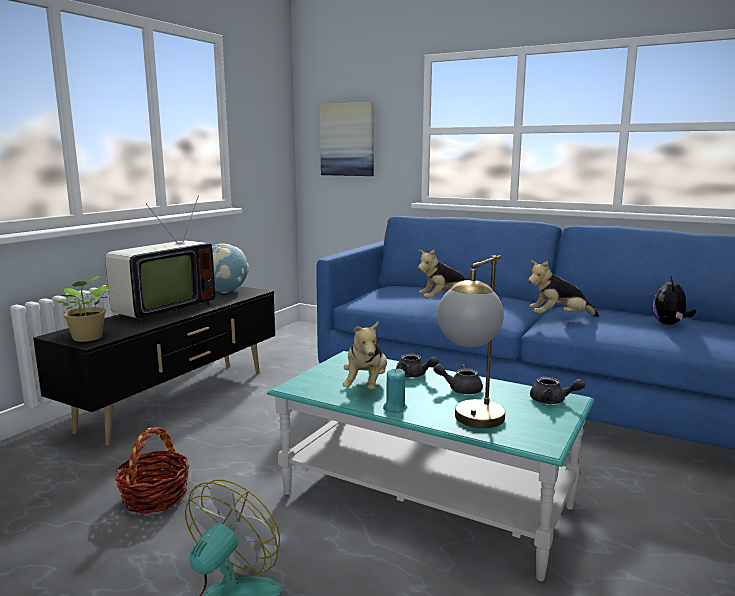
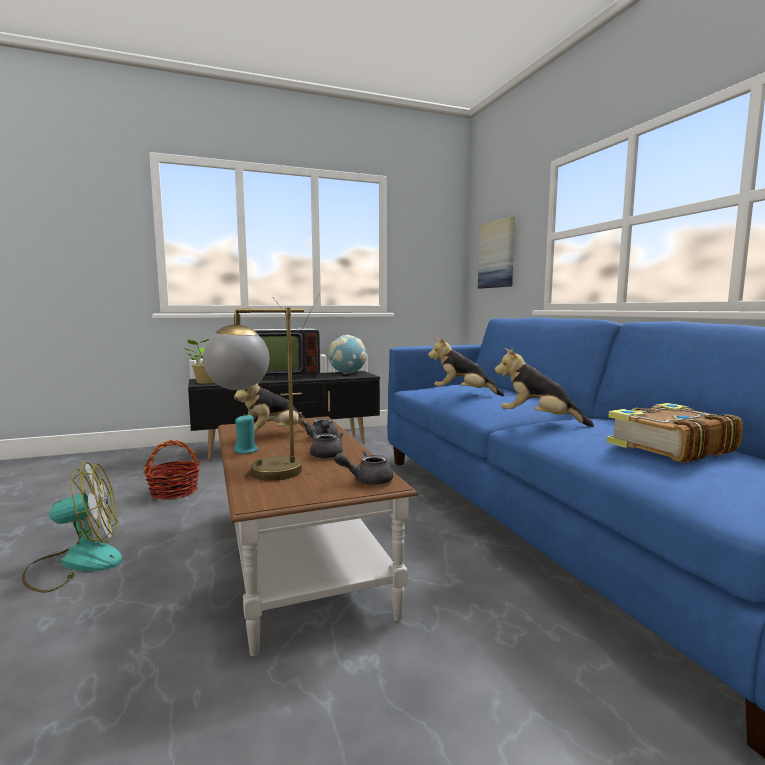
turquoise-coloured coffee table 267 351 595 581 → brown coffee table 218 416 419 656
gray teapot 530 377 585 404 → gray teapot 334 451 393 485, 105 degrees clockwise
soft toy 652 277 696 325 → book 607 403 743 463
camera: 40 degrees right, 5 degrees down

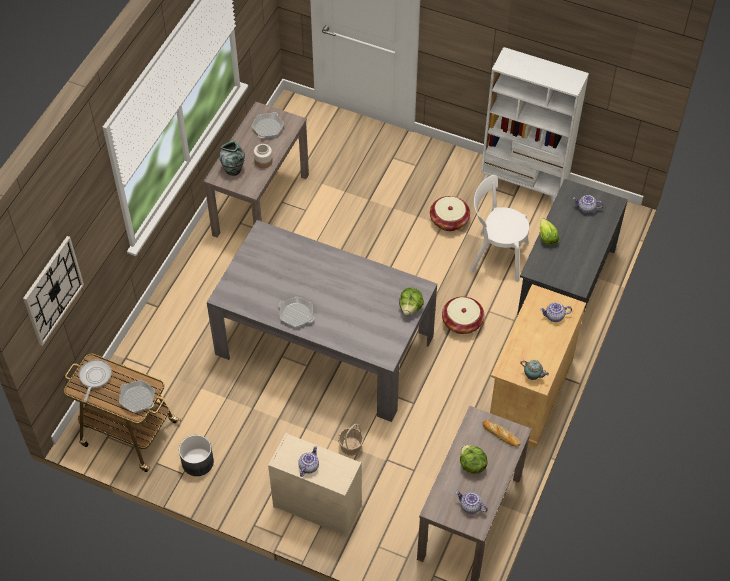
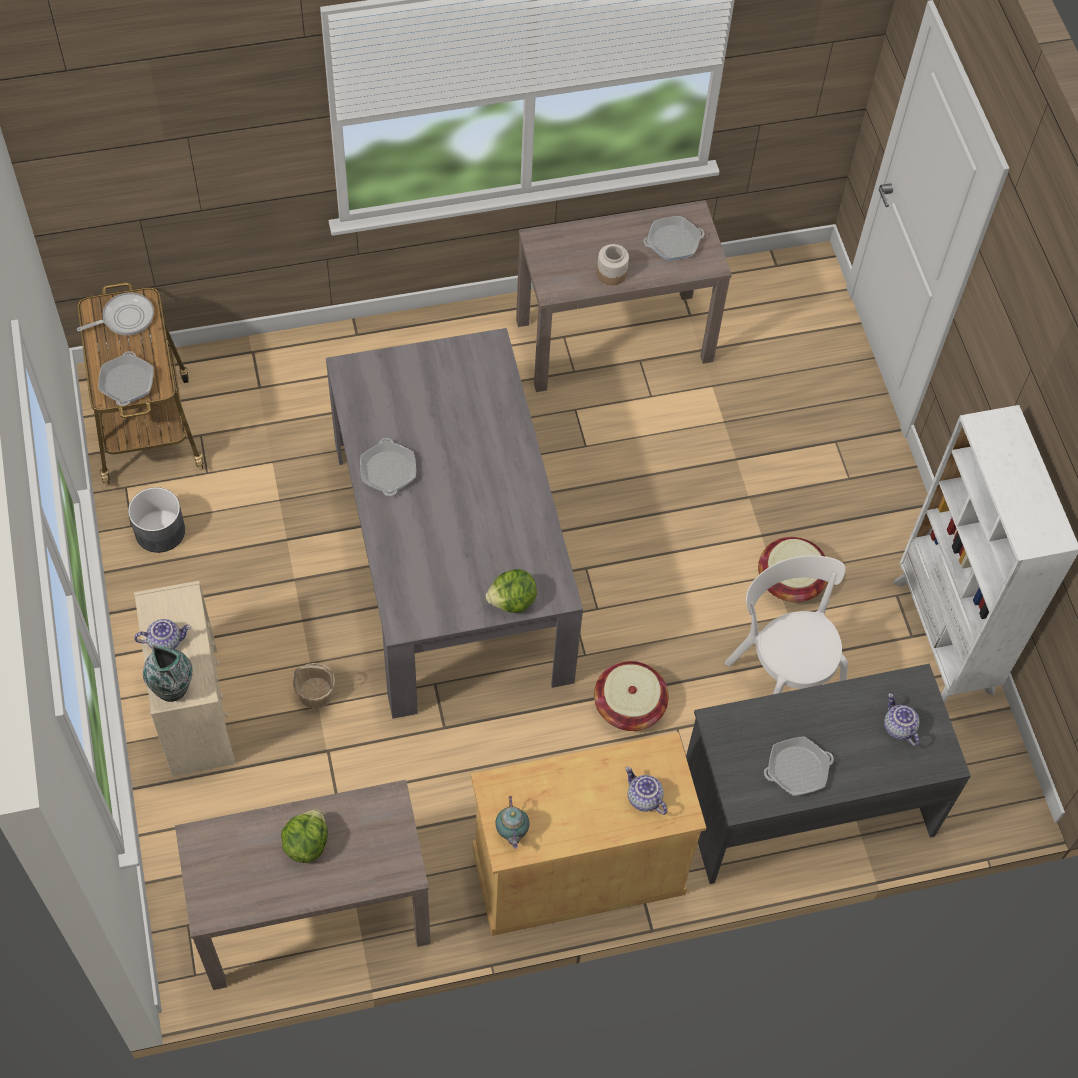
hanging clock 23 236 84 346 → -
decorative vase 219 140 245 176 → decorative vase 143 645 193 702, shifted
teapot 456 491 488 514 → -
bread 483 420 521 446 → -
lettuce head 540 219 559 245 → -
- → skillet 764 736 834 796
camera: 50 degrees right, 5 degrees up

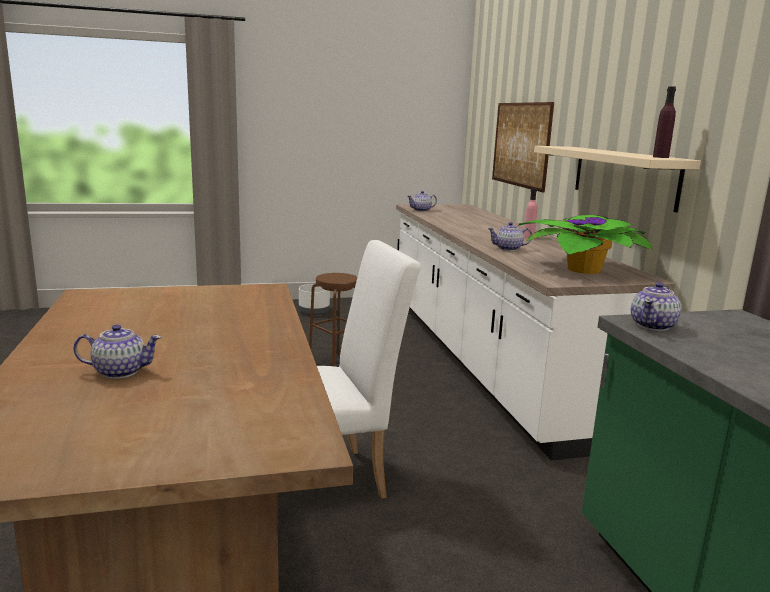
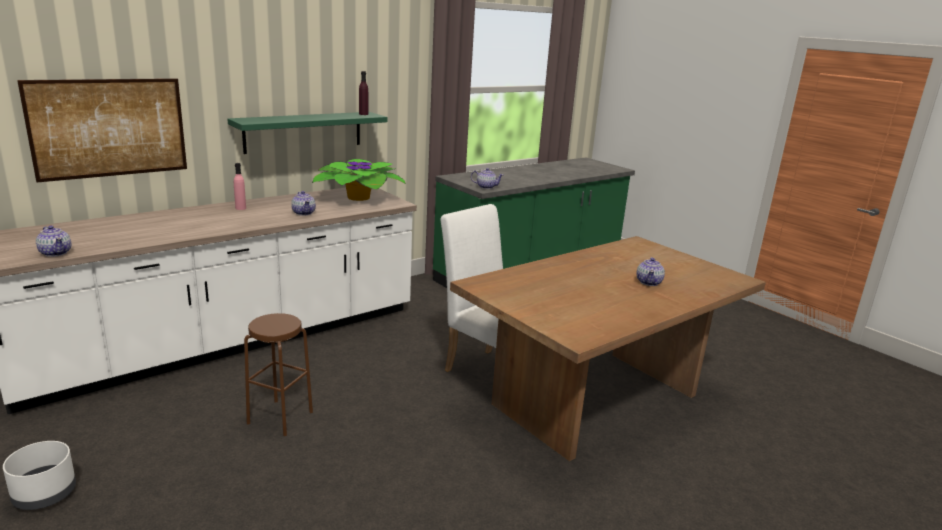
teapot 73 325 162 379 → teapot 636 257 665 286, 135 degrees counterclockwise
sand-coloured bracket shelf 534 146 701 213 → green bracket shelf 228 112 387 154
camera: 115 degrees left, 5 degrees up

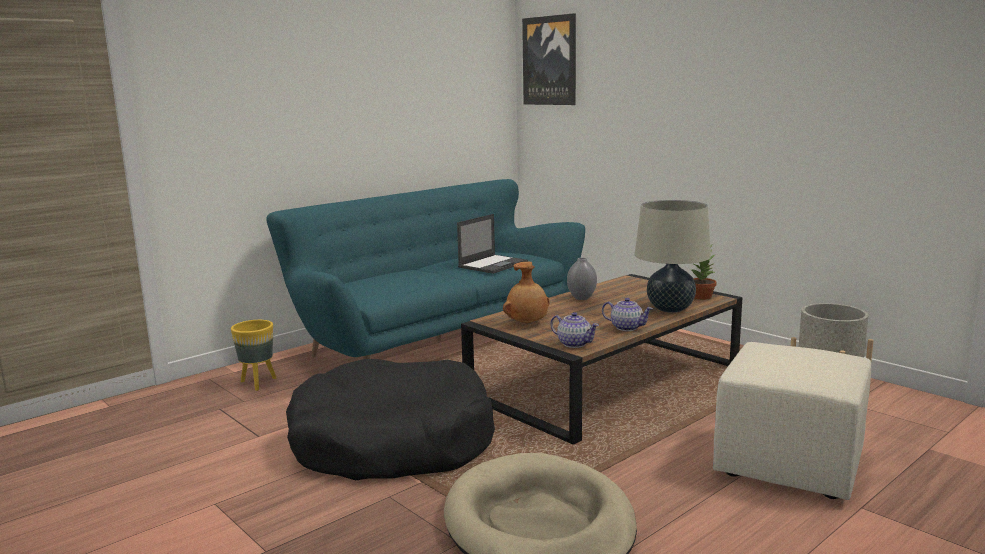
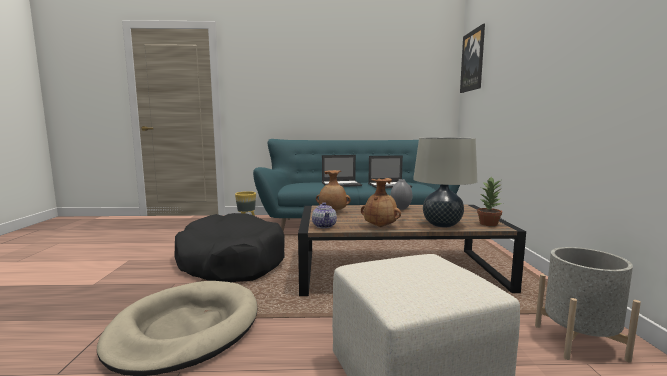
teapot 602 298 653 331 → brown decorative vase 361 178 401 227
- → notebook computer 322 155 362 187
camera: 40 degrees right, 5 degrees down

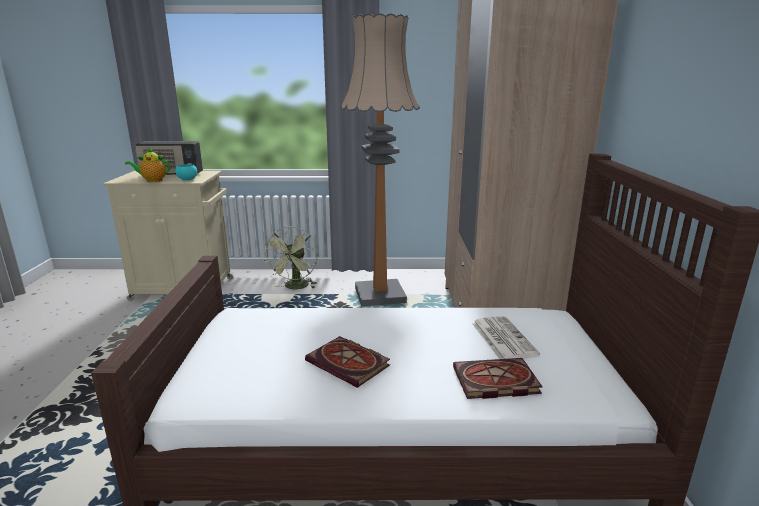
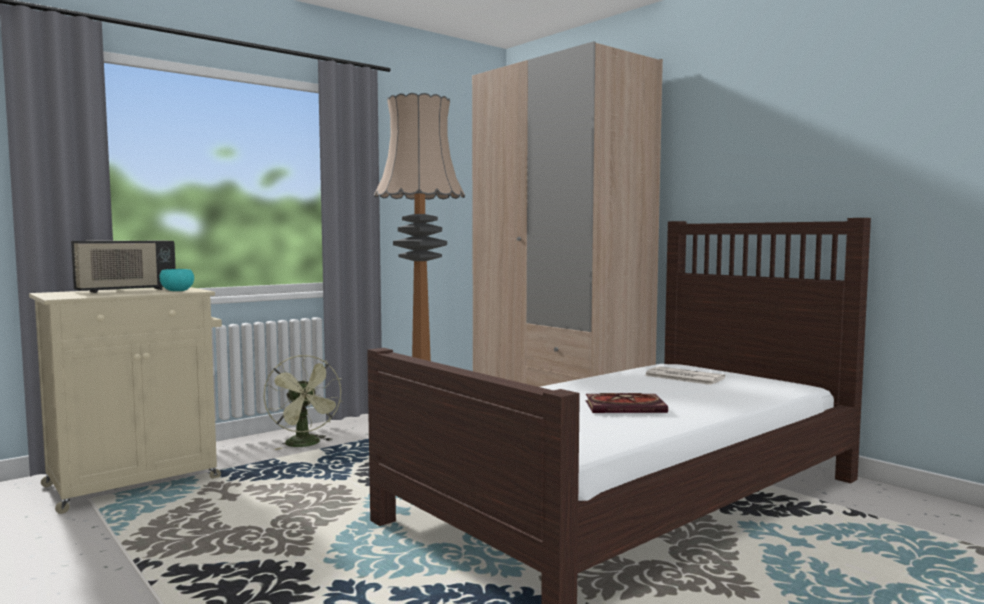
teapot 125 148 170 182 → -
book 453 358 542 399 → -
camera: 40 degrees left, 15 degrees down

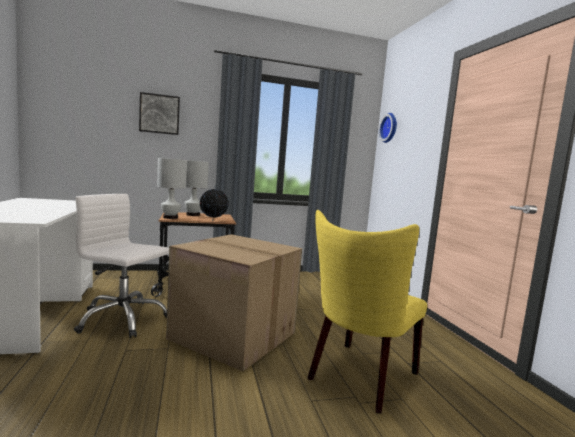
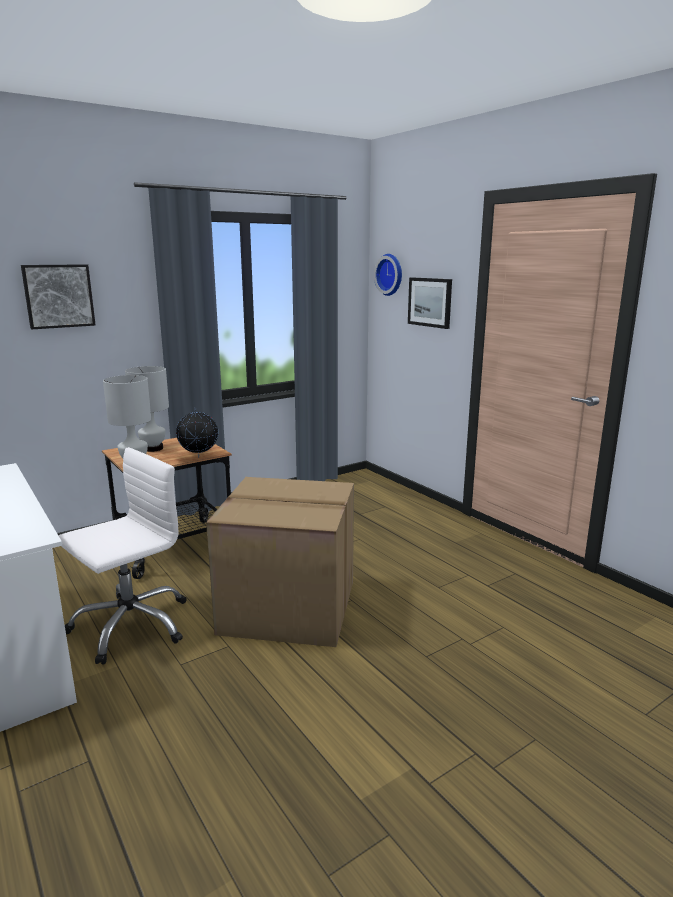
white-coloured office chair 74 194 169 338 → white-coloured office chair 58 447 187 665, 135 degrees clockwise
yellow-coloured upright chair 308 210 427 414 → -
- → wall picture 408 277 452 329
camera: 20 degrees left, 10 degrees up

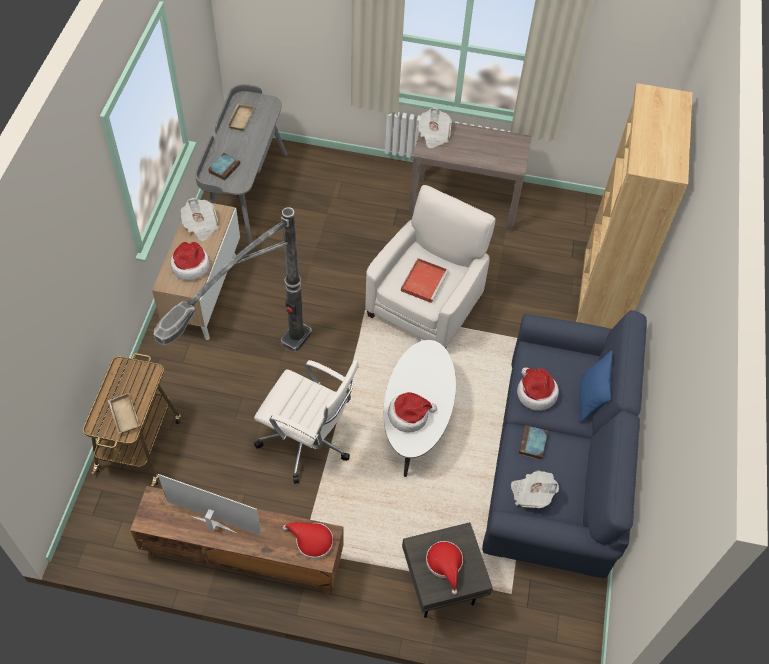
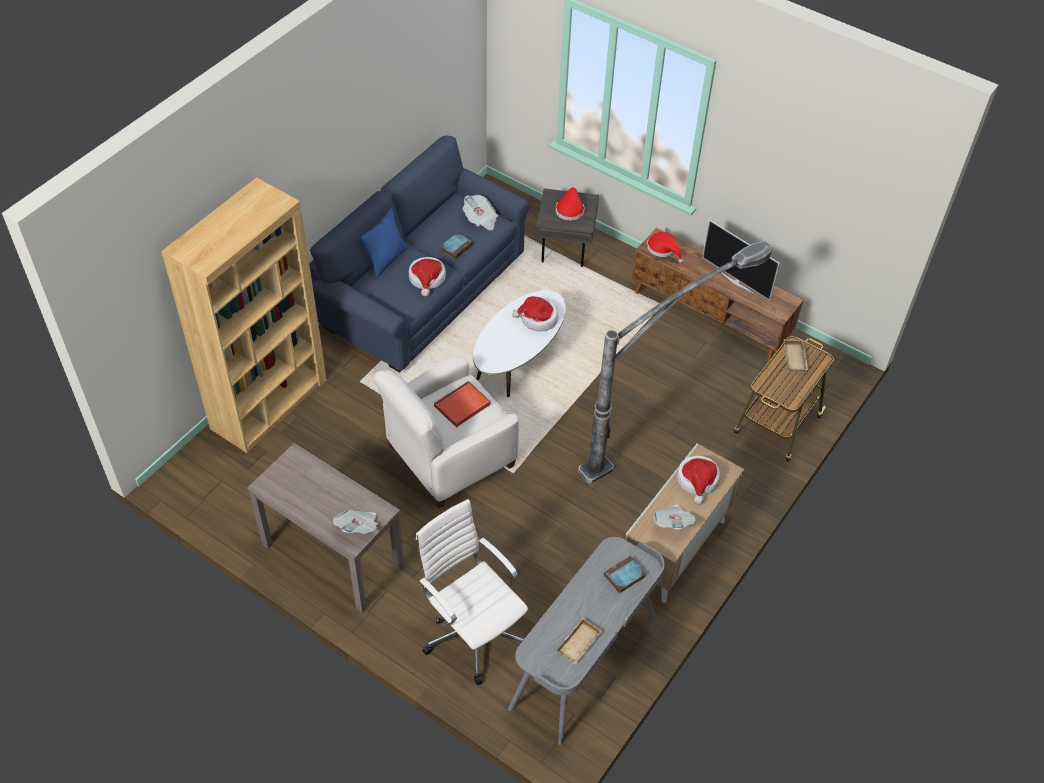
white-coloured office chair 254 360 359 484 → white-coloured office chair 416 499 528 685, shifted
camera: 155 degrees left, 5 degrees down

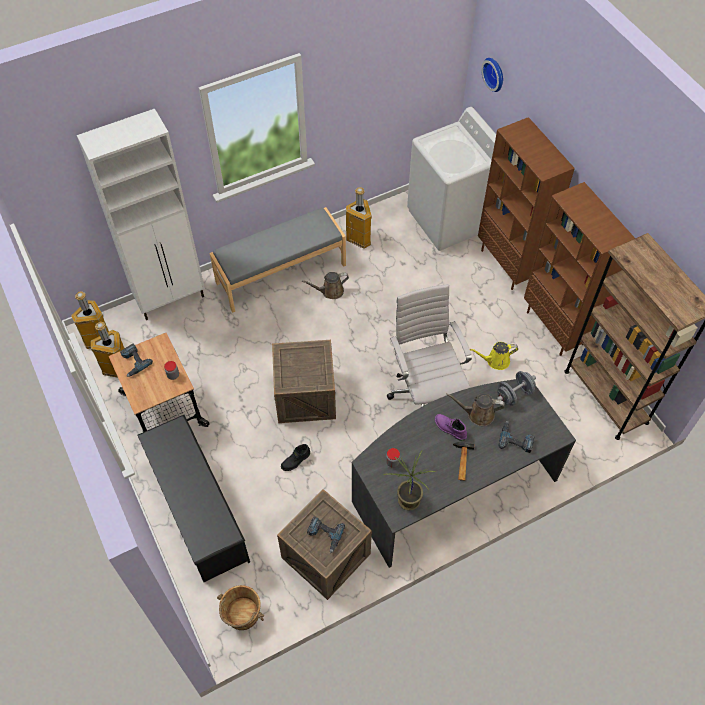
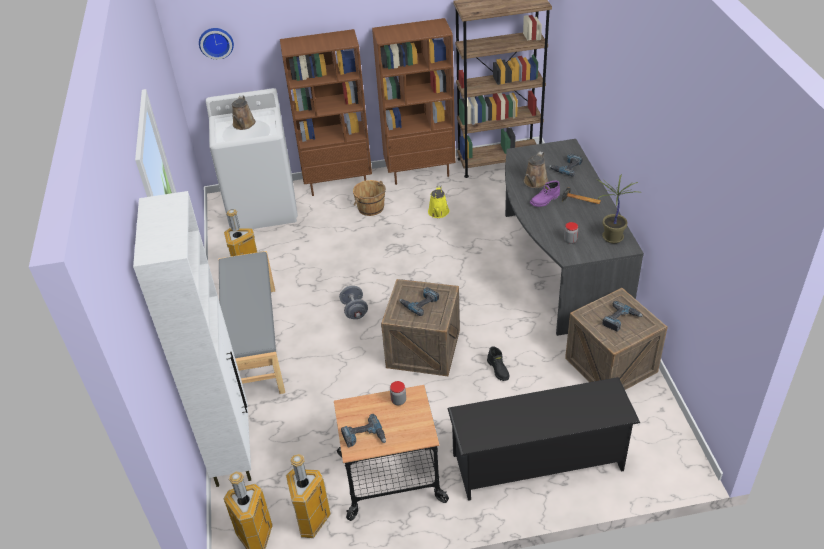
brown pail 217 585 264 630 → brown pail 353 180 386 216, shifted
brown watering pot 302 272 349 299 → brown watering pot 232 95 256 130, shifted
white-coloured office chair 387 284 472 407 → -
gray free weight 496 371 536 406 → gray free weight 339 286 368 319, shifted
- → electric drill 399 287 439 316
camera: 70 degrees left, 15 degrees down

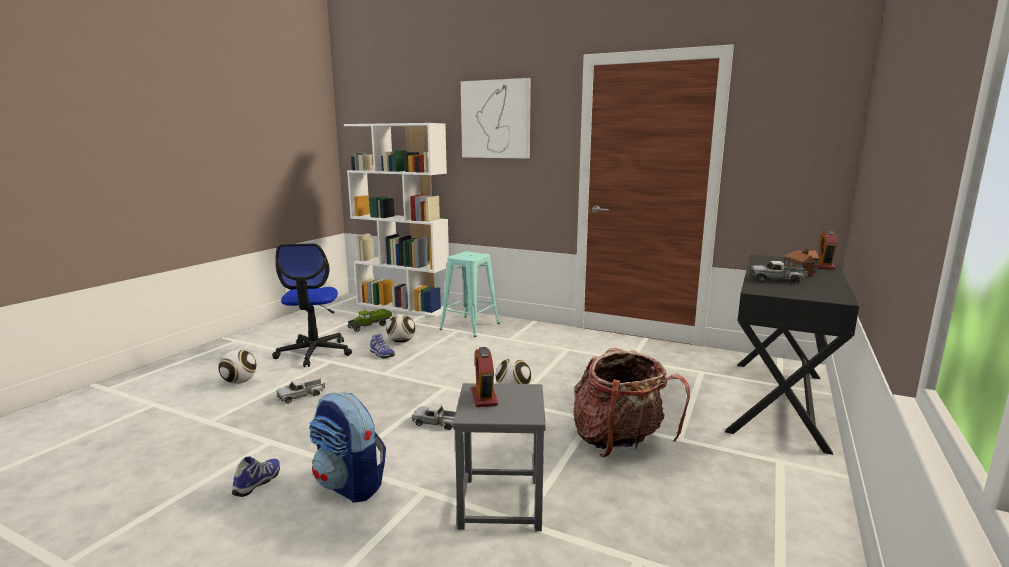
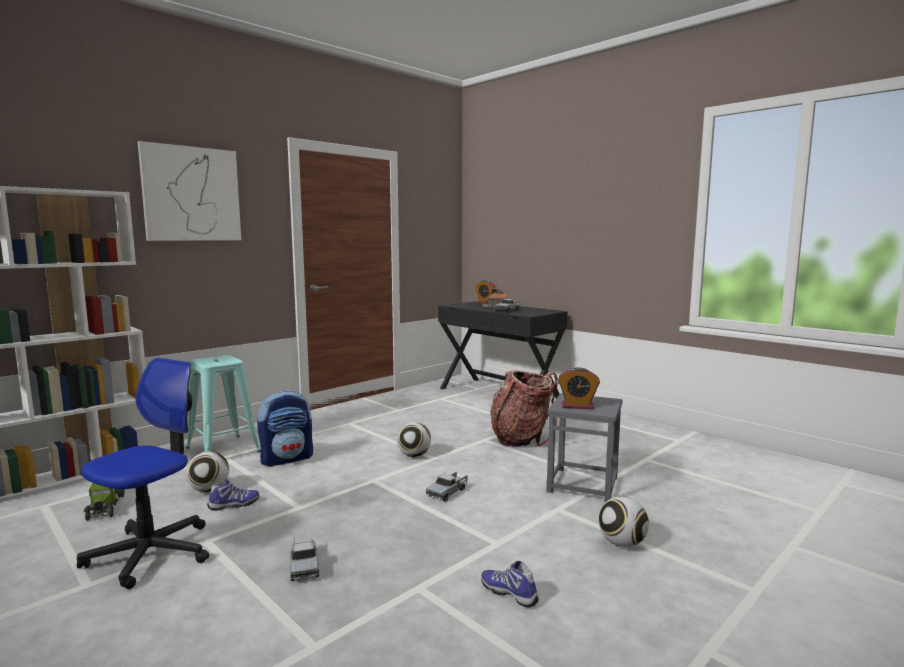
football ball 218 349 256 384 → football ball 599 496 649 547, shifted
office chair 272 243 352 367 → office chair 77 357 209 589, 75 degrees counterclockwise
knapsack 309 392 386 503 → knapsack 257 390 313 466, shifted
camera: 70 degrees left, 5 degrees down

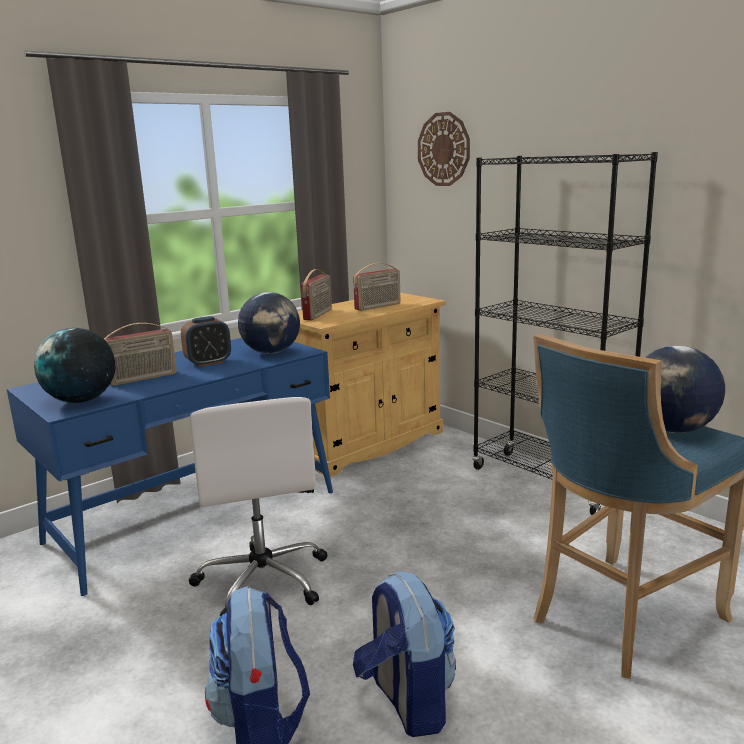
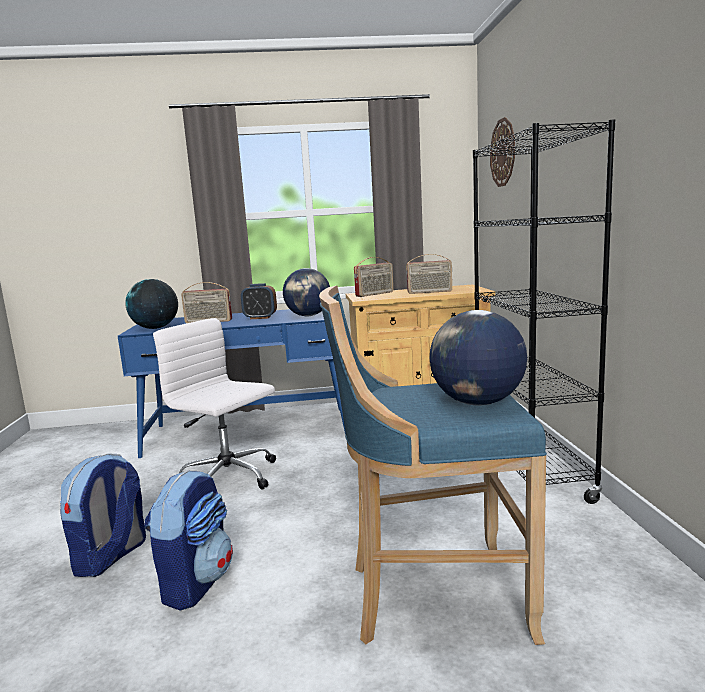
white-coloured office chair 188 397 328 616 → white-coloured office chair 153 318 276 490, 105 degrees clockwise
camera: 35 degrees right, 5 degrees down

